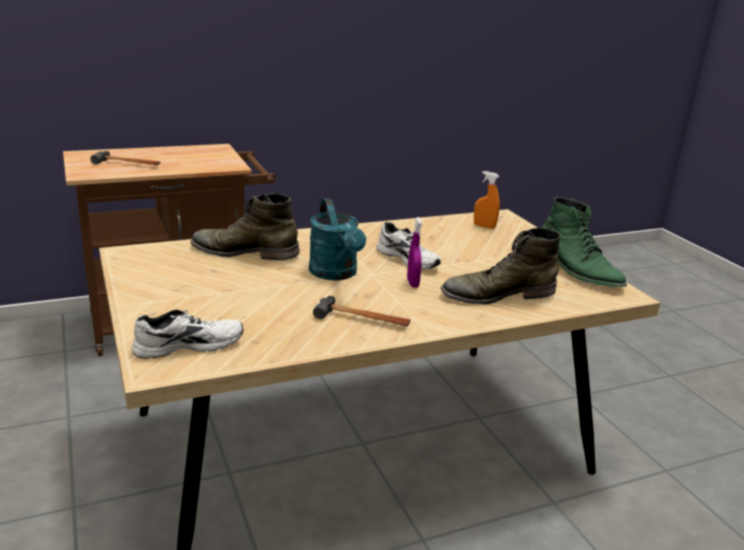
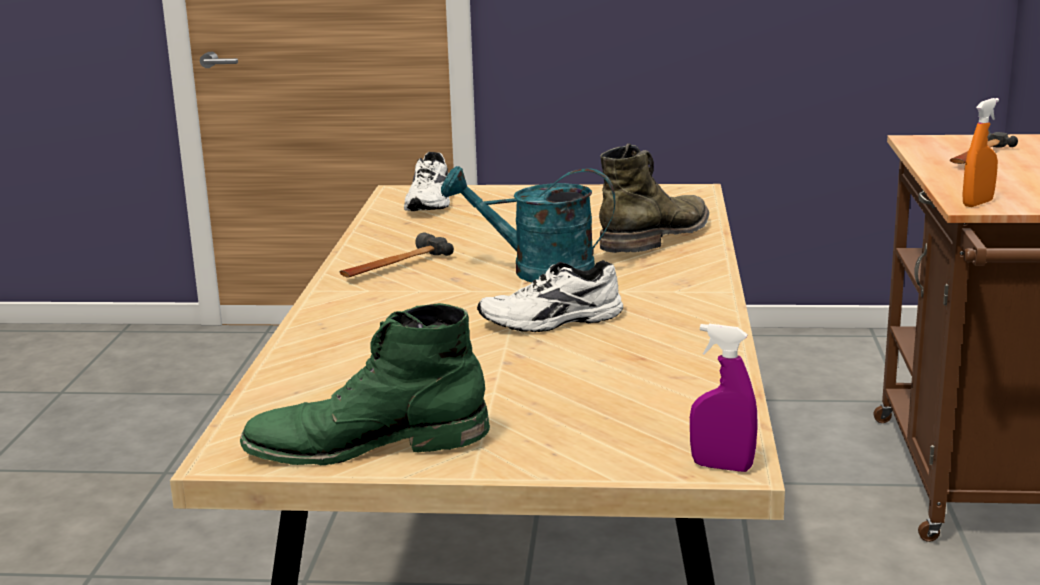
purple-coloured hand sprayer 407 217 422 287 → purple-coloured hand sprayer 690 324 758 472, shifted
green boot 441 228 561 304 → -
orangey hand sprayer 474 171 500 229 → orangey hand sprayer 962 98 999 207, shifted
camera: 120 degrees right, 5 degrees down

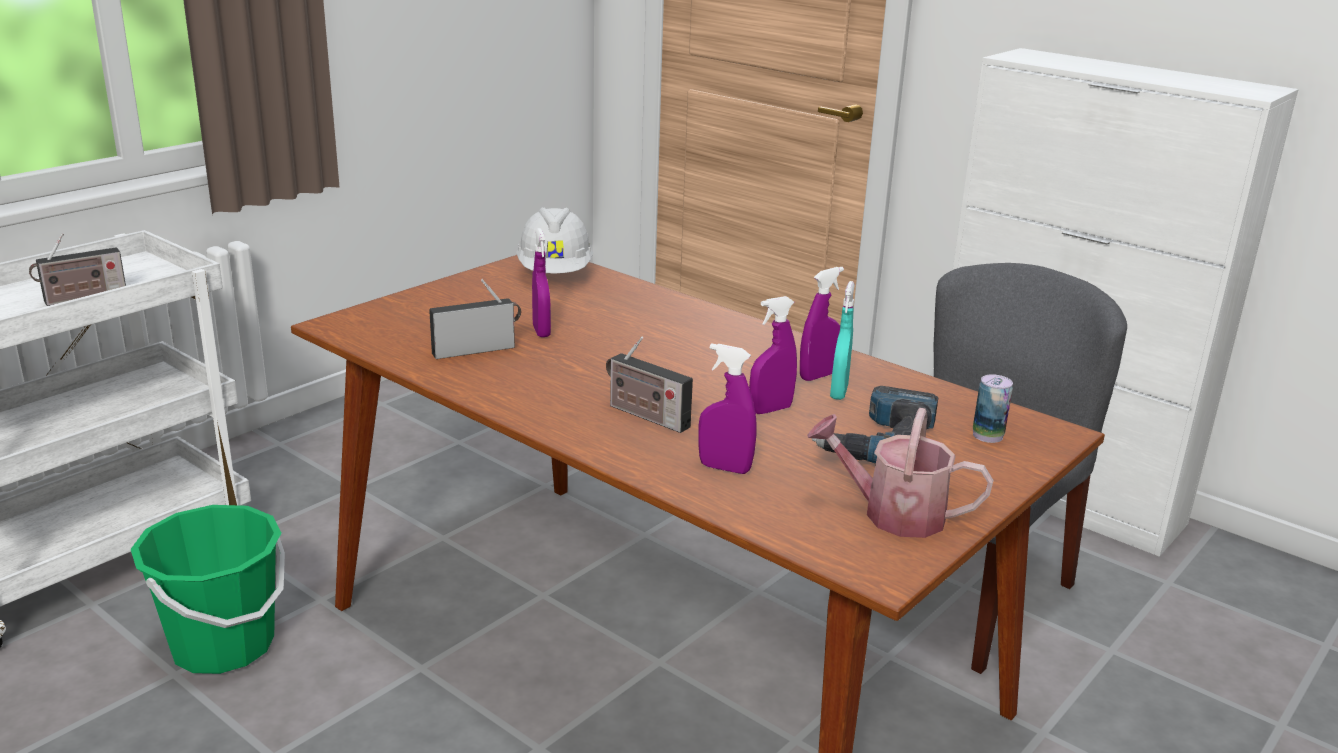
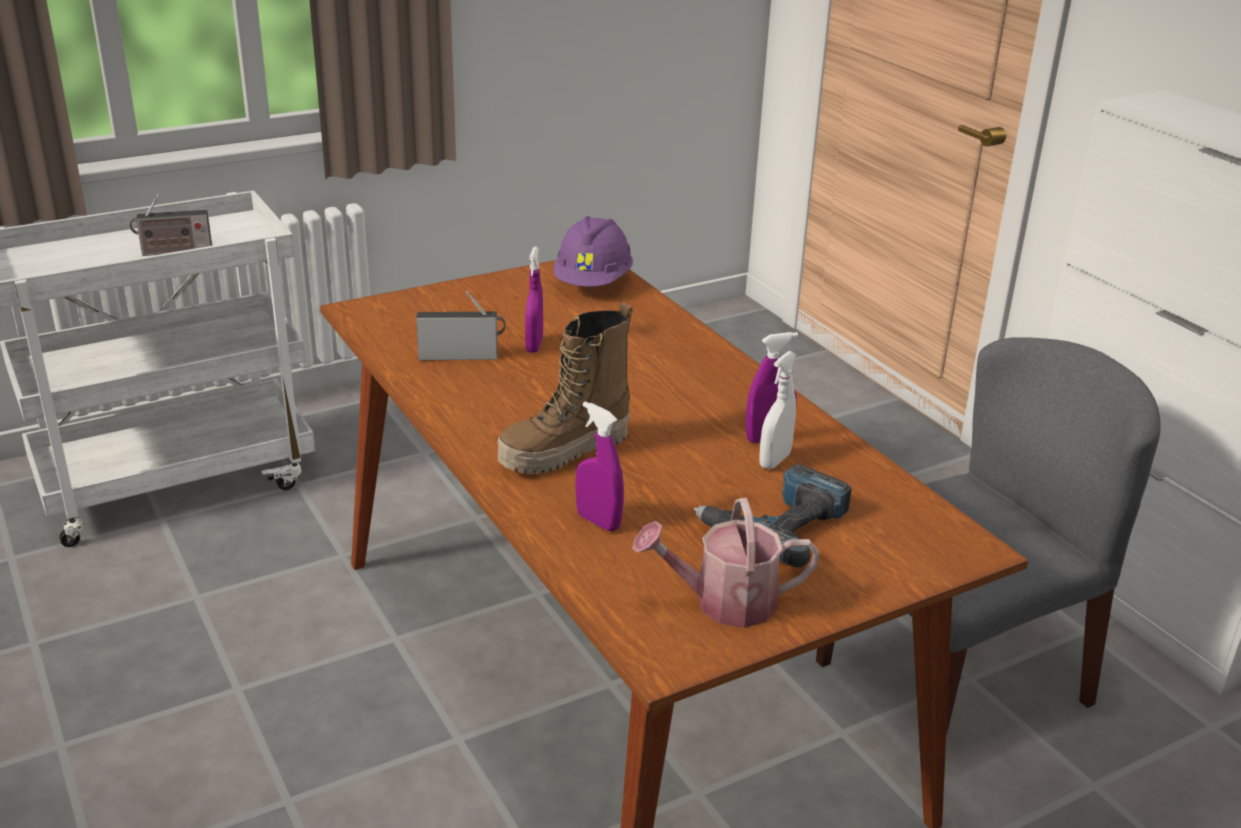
green pail 131 505 285 674 → -
white-coloured hard hat 516 207 593 274 → purple-coloured hard hat 554 216 633 287
radio receiver 606 337 693 433 → boot 498 302 633 475
purple-coloured hand sprayer 749 296 797 414 → -
watering pot 807 408 994 538 → watering pot 632 498 820 628, 45 degrees counterclockwise
turquoise-coloured hand sprayer 830 281 855 400 → white-coloured hand sprayer 759 351 796 469
metal can 973 374 1013 443 → -
camera: 20 degrees right, 5 degrees up

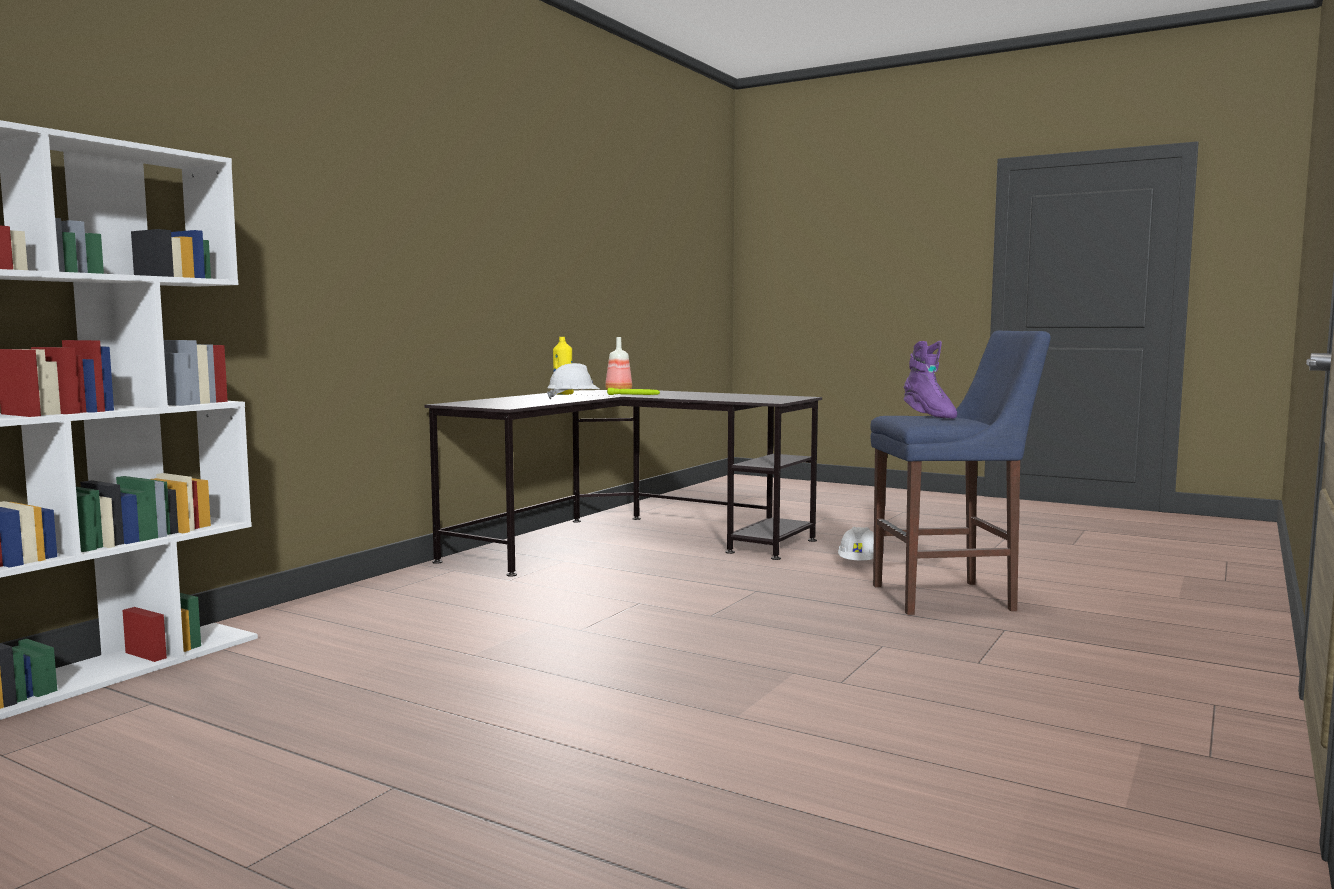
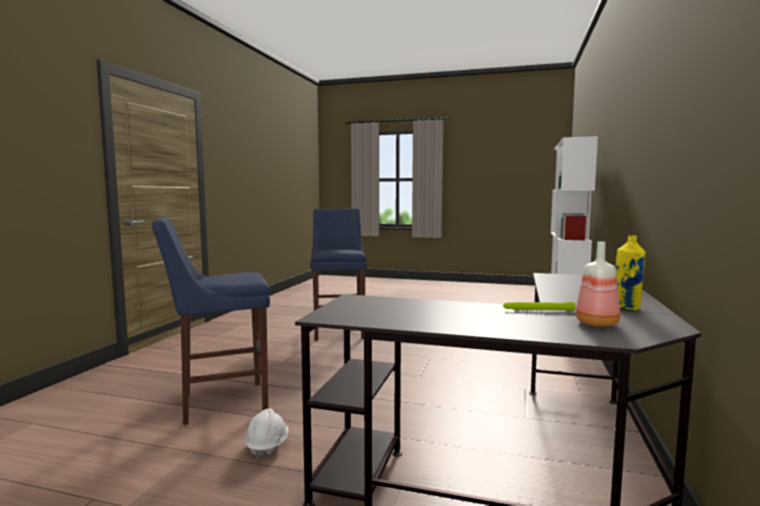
white-coloured hard hat 547 363 599 399 → -
purple-coloured boot 904 341 957 419 → -
- → blue stool seat 310 208 367 341
camera: 165 degrees right, 0 degrees up

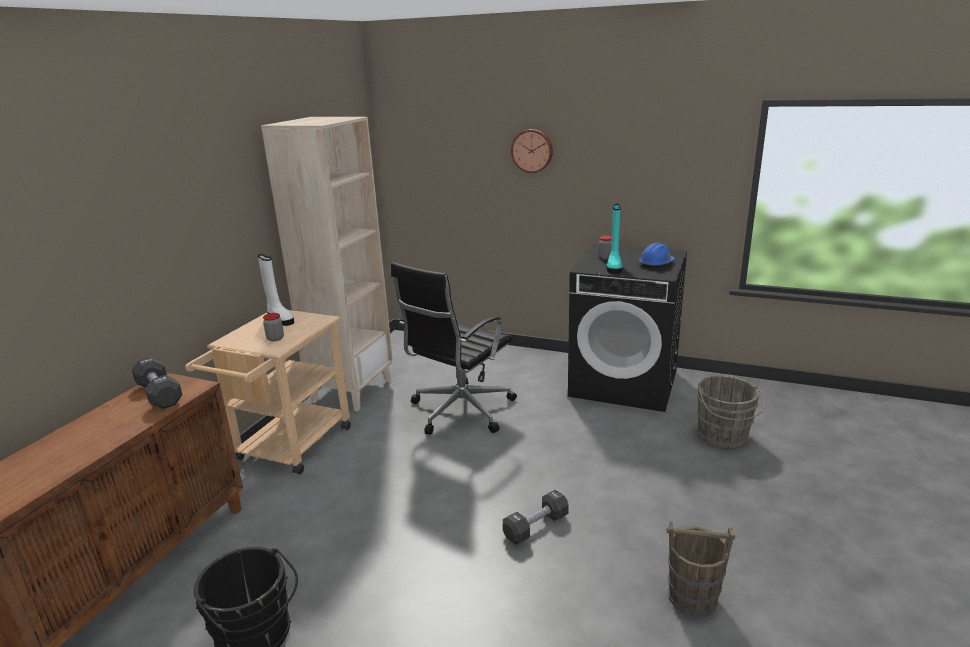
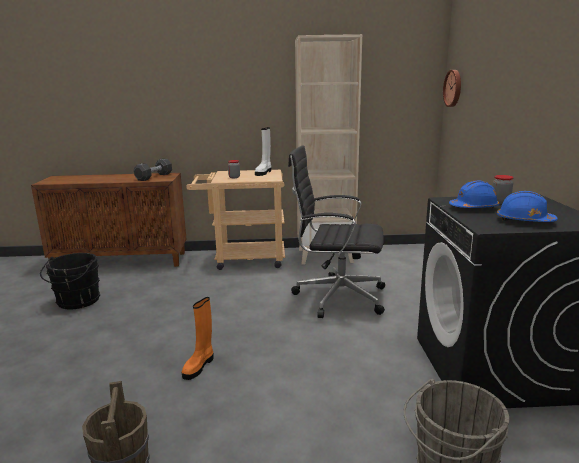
blackish free weight 503 490 569 545 → orangey boot 182 297 214 380
hanging clock 511 129 553 173 → hanging clock 443 70 461 107, shifted
turquoise-coloured boot 606 204 622 274 → blue hard hat 449 180 500 208
camera: 65 degrees right, 5 degrees down

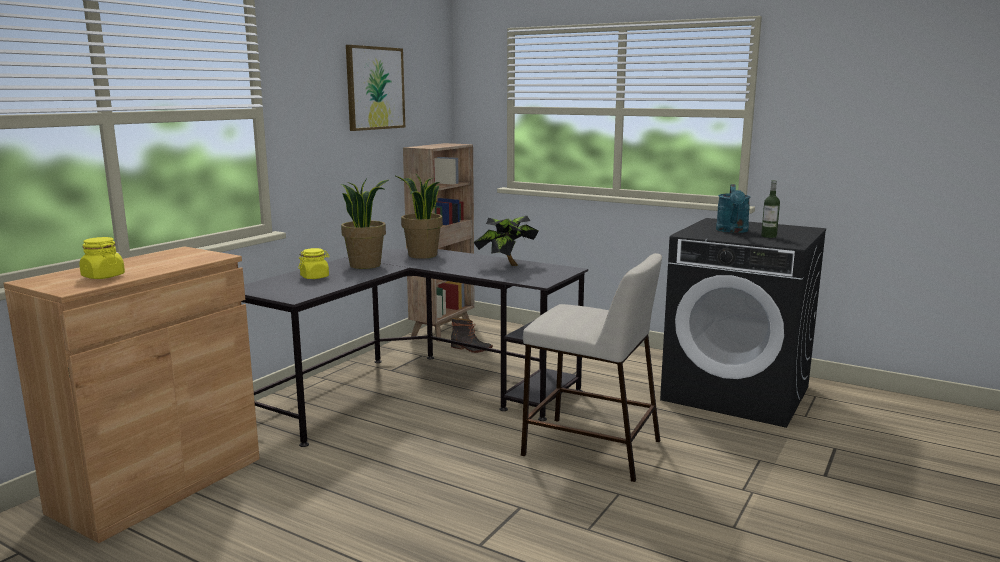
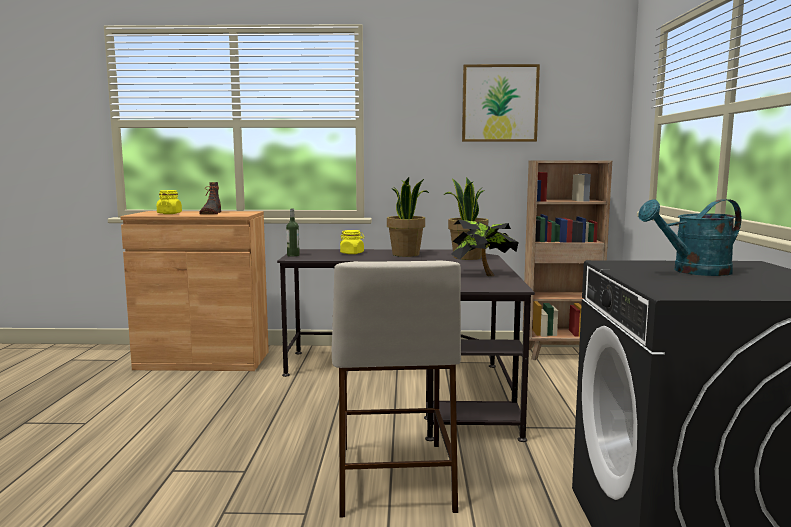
boot 451 318 493 353 → boot 199 182 221 214, shifted
drink bottle 761 180 780 238 → drink bottle 286 209 300 257, shifted
camera: 60 degrees right, 5 degrees down

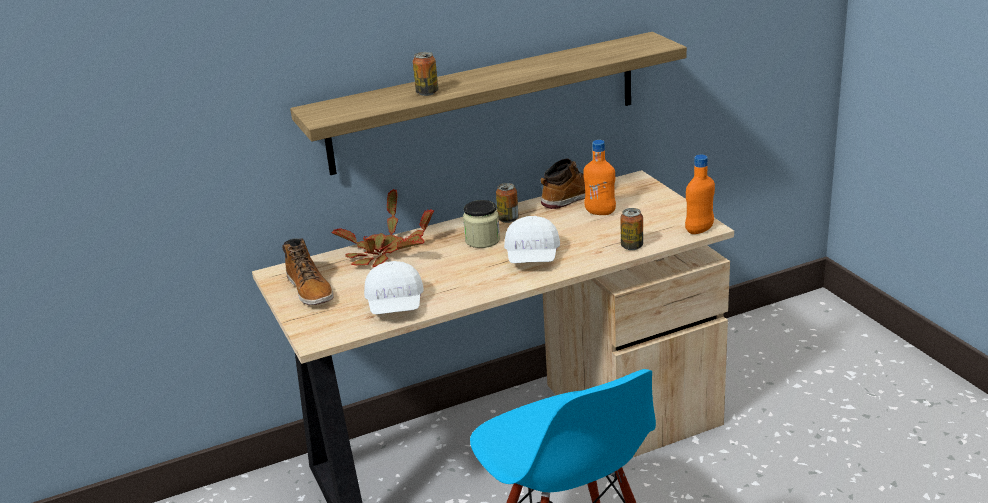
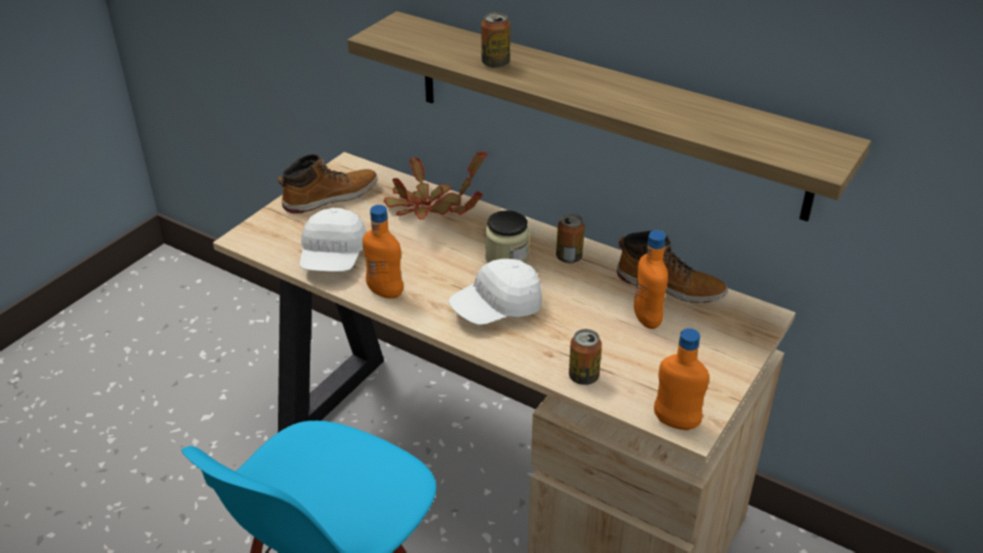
boot 282 238 334 305 → boot 278 154 378 213, 150 degrees counterclockwise
white-coloured baseball cap 364 261 424 314 → white-coloured baseball cap 300 208 367 272, 45 degrees counterclockwise
- → orangey drink bottle 362 205 403 299
camera: 55 degrees right, 10 degrees up

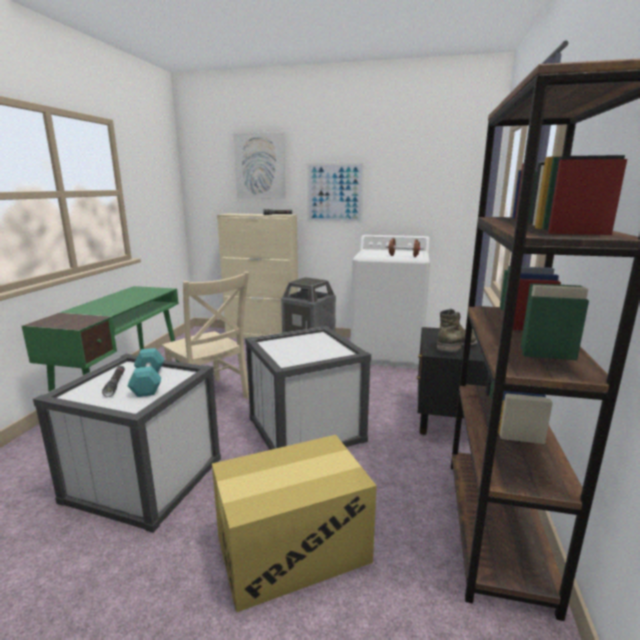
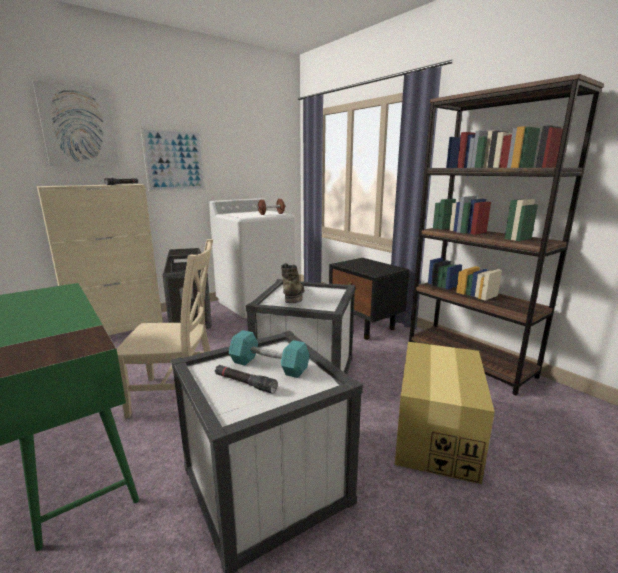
green boot 437 308 478 352 → green boot 281 263 305 303, shifted
camera: 50 degrees left, 0 degrees up

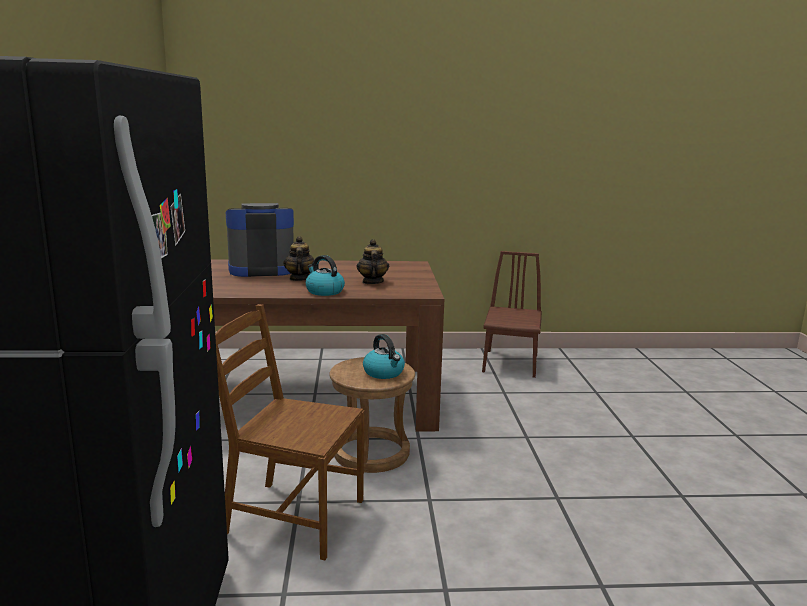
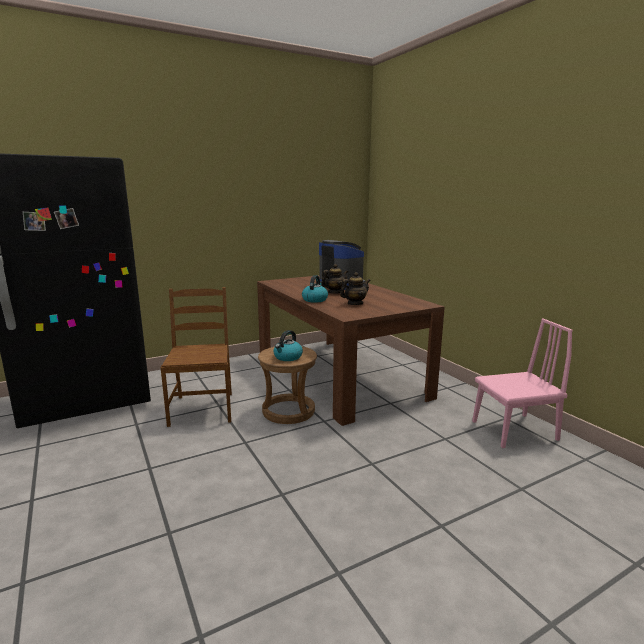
brown upright chair 482 251 542 378 → pink upright chair 472 319 573 448
camera: 65 degrees right, 0 degrees up

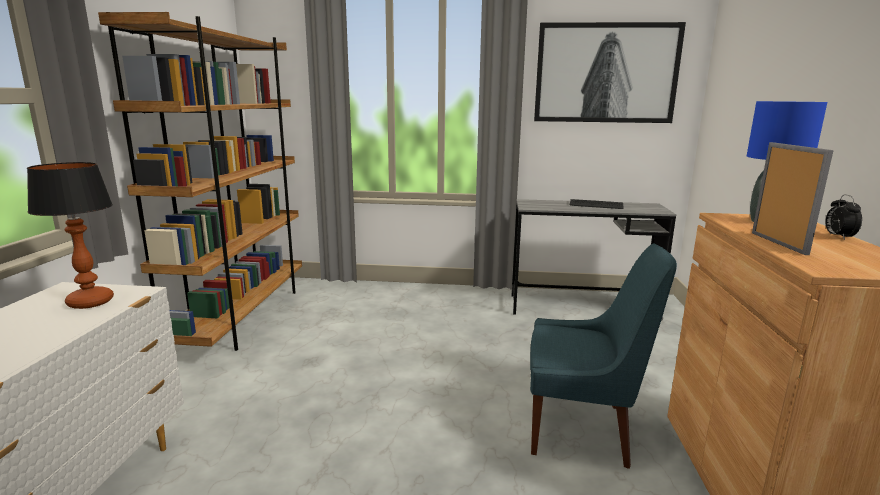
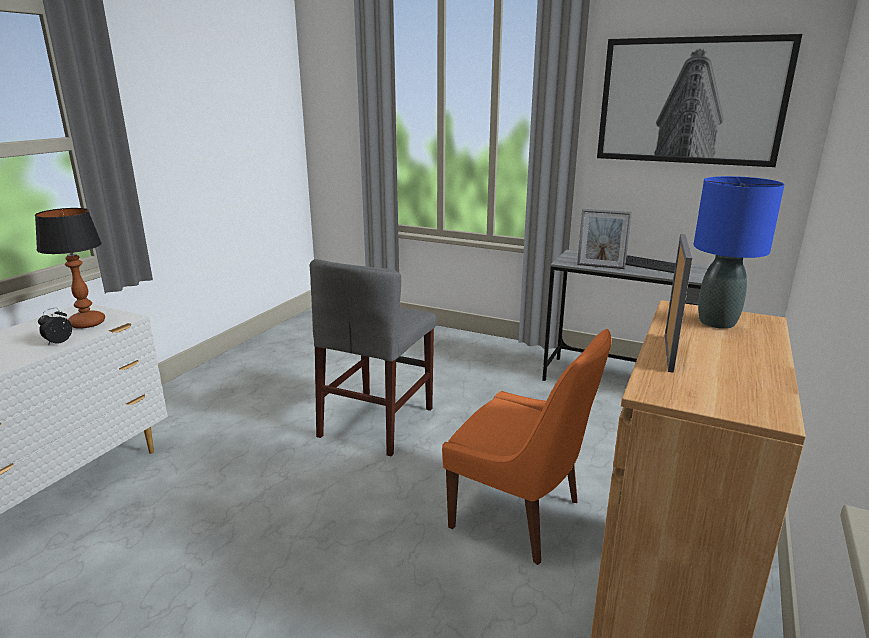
brown bookshelf 98 12 302 351 → -
blue upright chair 530 243 677 469 → orangey upright chair 442 329 612 565
bedside clock 825 195 862 240 → bedside clock 38 308 72 346, shifted
- → gray upright chair 310 259 437 456
- → standing frame 577 209 632 269
camera: 20 degrees right, 5 degrees up

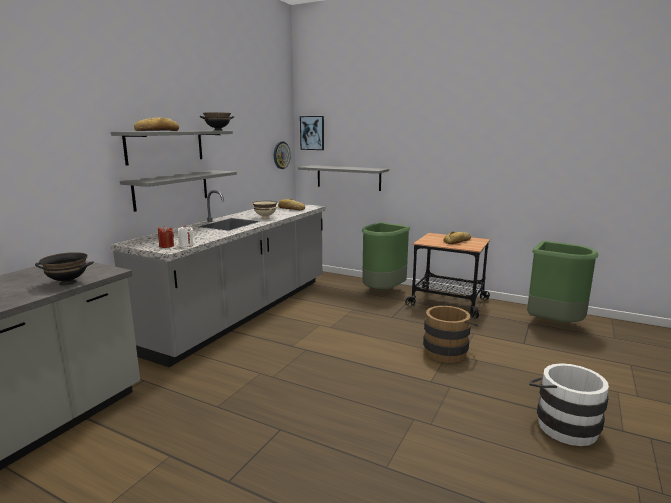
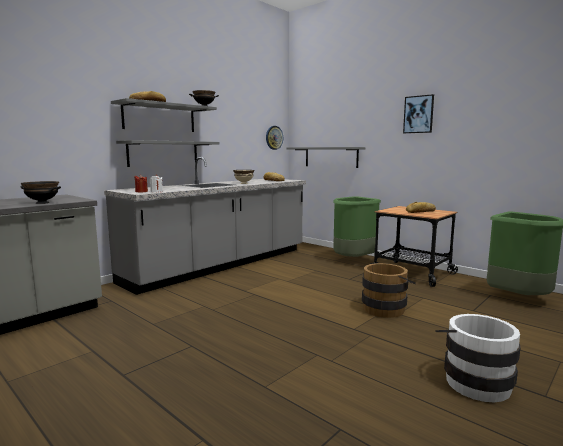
wall picture 300 116 324 150 → wall picture 403 94 434 133, shifted
camera: 15 degrees right, 5 degrees down

